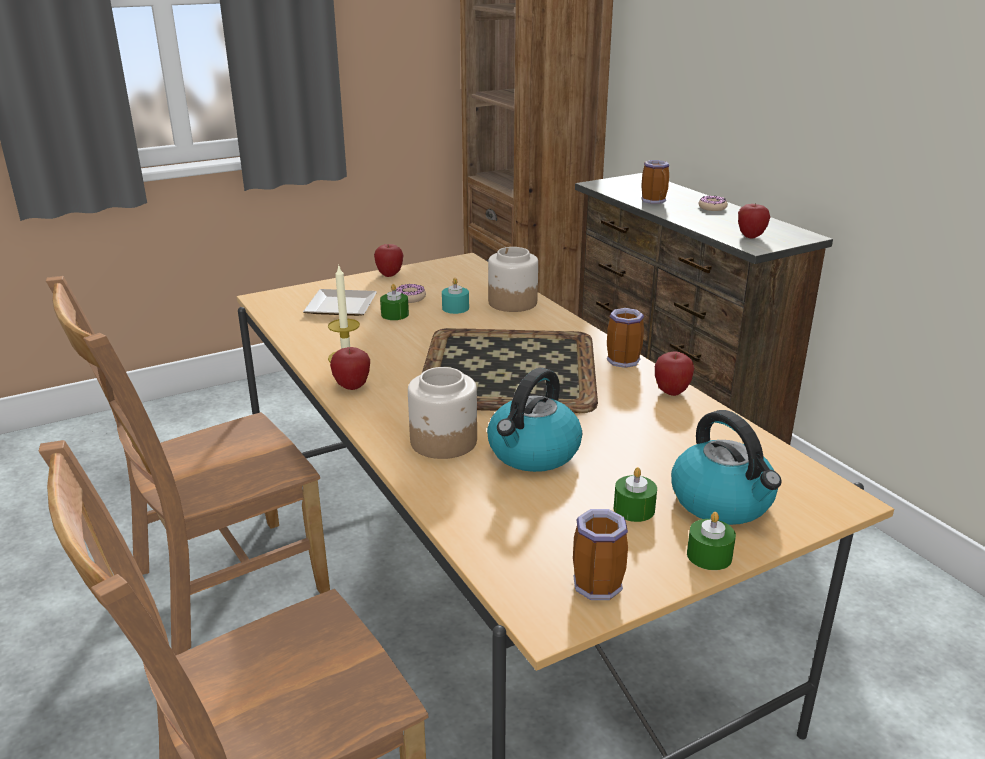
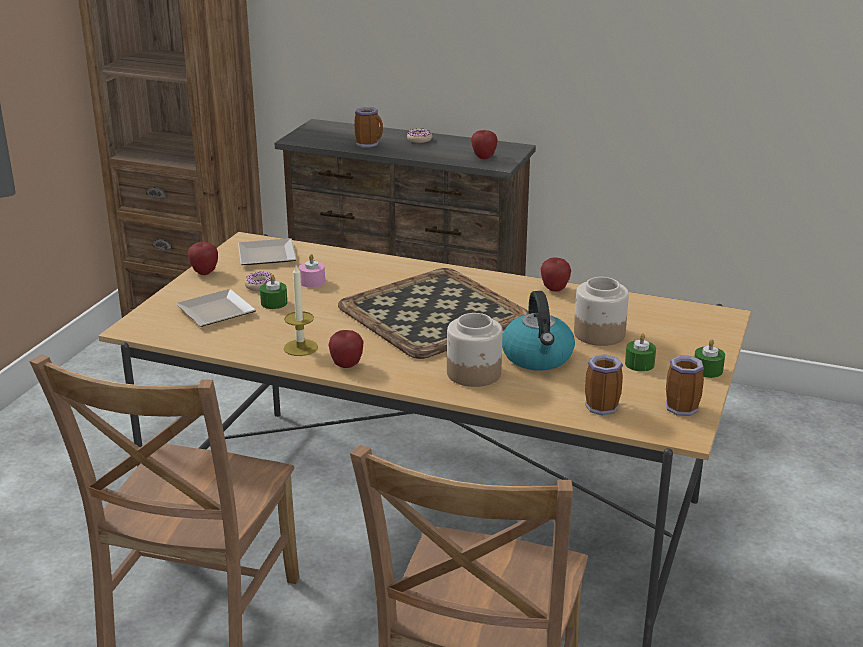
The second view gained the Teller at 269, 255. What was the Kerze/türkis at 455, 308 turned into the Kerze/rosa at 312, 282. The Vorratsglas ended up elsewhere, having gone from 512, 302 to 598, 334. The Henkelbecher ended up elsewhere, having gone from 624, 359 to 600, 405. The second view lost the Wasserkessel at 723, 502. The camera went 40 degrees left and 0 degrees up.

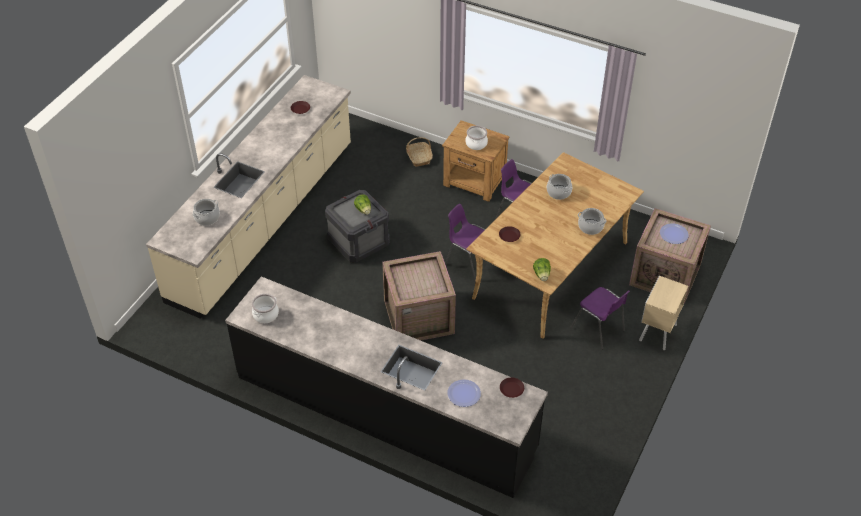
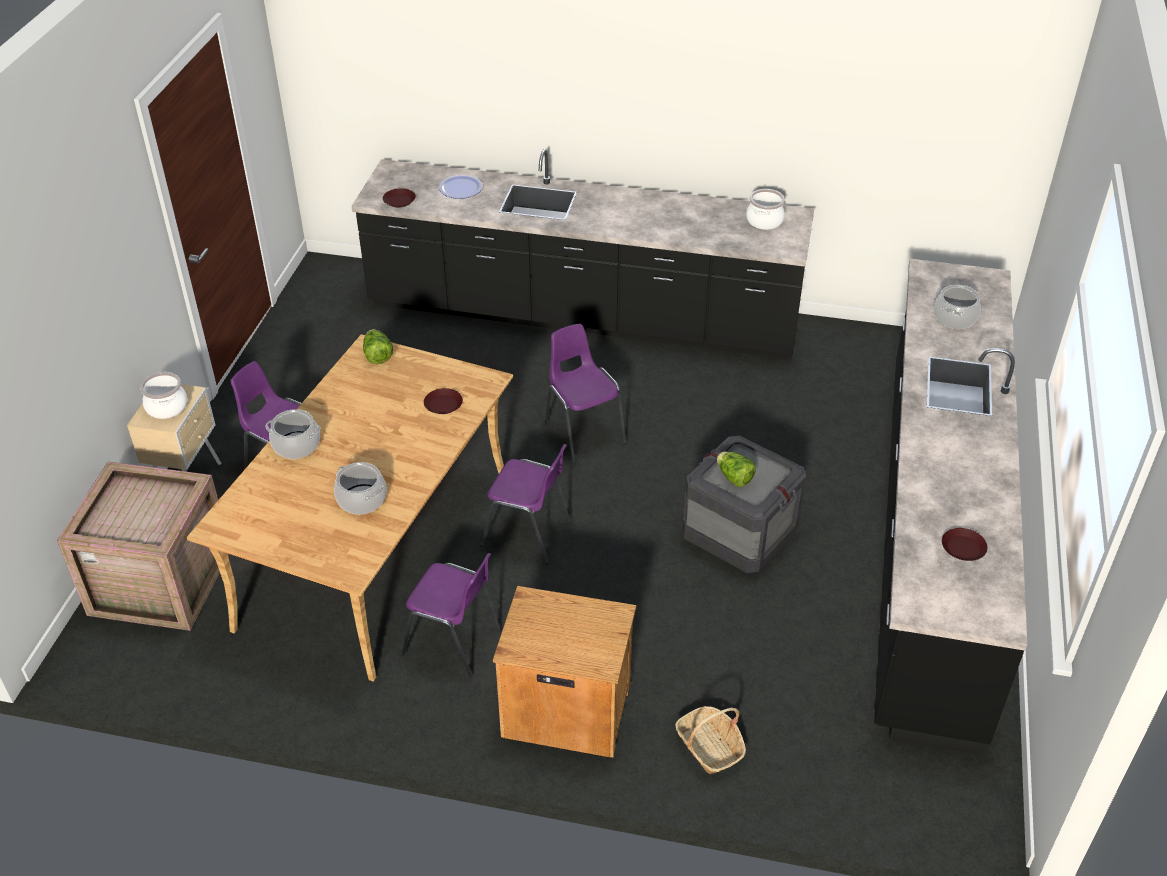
The Kochtopf ended up elsewhere, having gone from 476, 144 to 167, 407. Where the Kiste stood at 418, 318, the Stuhl/lila came to stand at 583, 432. What was the Küchenzeile/beige at 264, 221 turned into the Küchenzeile/schwarz at 929, 535. The second view lost the Teller at 674, 234. The camera went 165 degrees right and 5 degrees down.

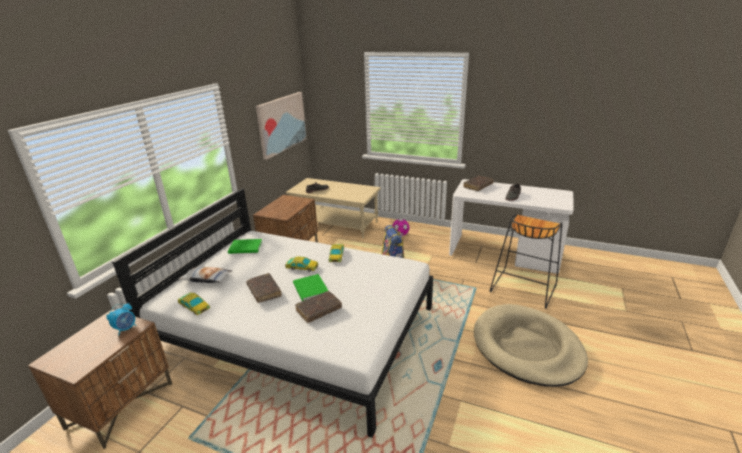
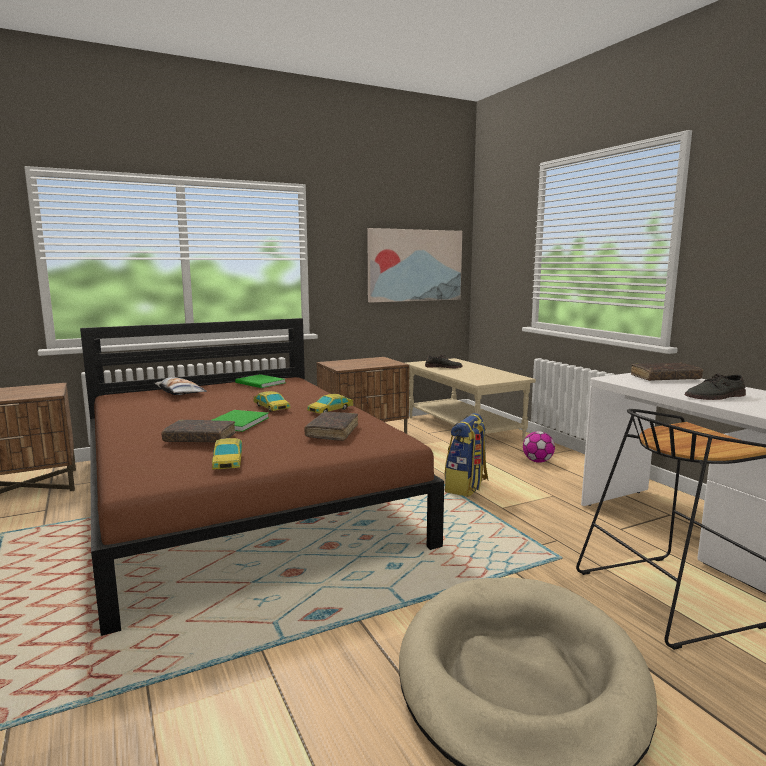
What was the Bett/weiß at 298, 330 turned into the Bett/braun at 241, 500. The Spielzeugauto ended up elsewhere, having gone from 194, 306 to 228, 461. The Buch/braun ended up elsewhere, having gone from 264, 291 to 332, 432. The second view lost the Wecker at 126, 329. The camera went 40 degrees right and 15 degrees down.

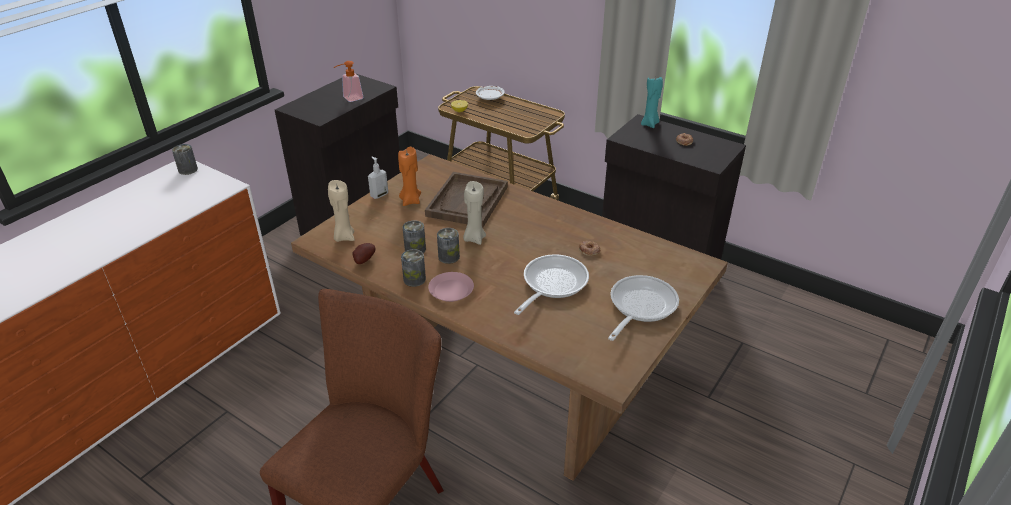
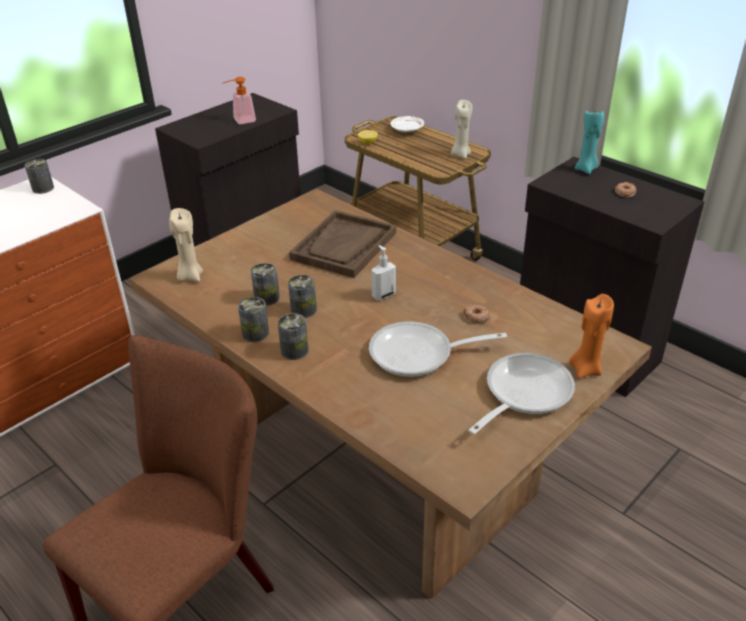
Where the Teller/rosa stood at 451, 290, the Dose came to stand at 294, 351. The Pfanne at 551, 284 ended up facing another way, 135 degrees counterclockwise from before. The Seifenspender ended up elsewhere, having gone from 379, 195 to 383, 295. The Kerze/beige ended up elsewhere, having gone from 474, 238 to 460, 155. The Kerze/orange ended up elsewhere, having gone from 410, 201 to 585, 369. The second view lost the Kartoffel at 363, 260. The camera went 10 degrees right and 0 degrees up.

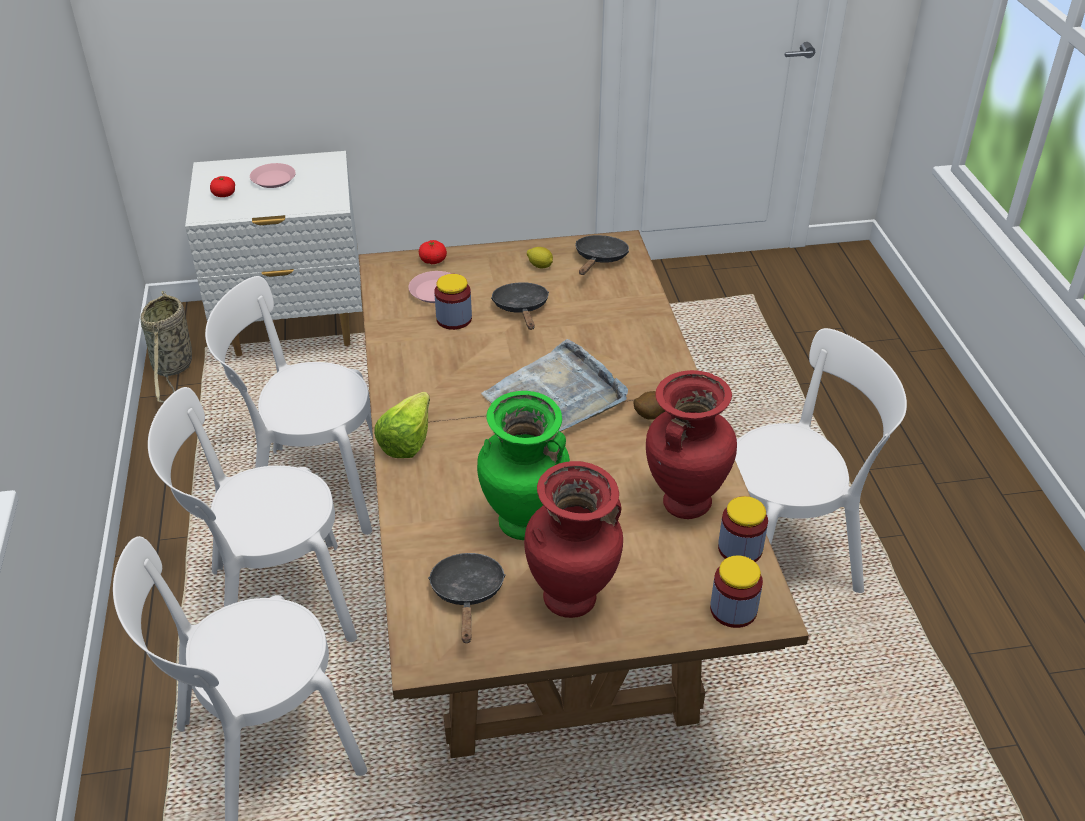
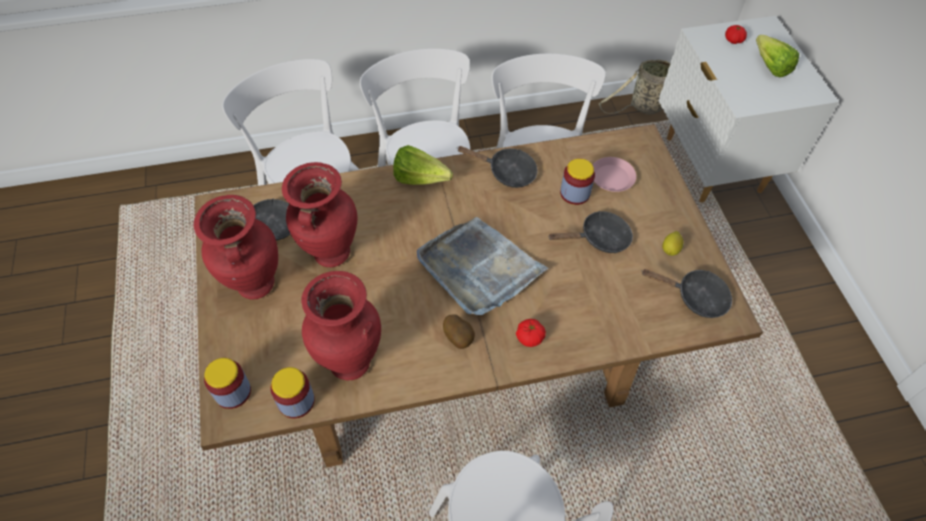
What was the Vase/grün at 523, 525 turned into the Vase/rot at 330, 253. The second view gained the Pfanne/schwarz at 507, 172. The Tomate ended up elsewhere, having gone from 433, 260 to 529, 337. Where the Teller/rosa stood at 273, 179, the Salatkopf came to stand at 768, 64. The camera went 85 degrees right and 15 degrees up.

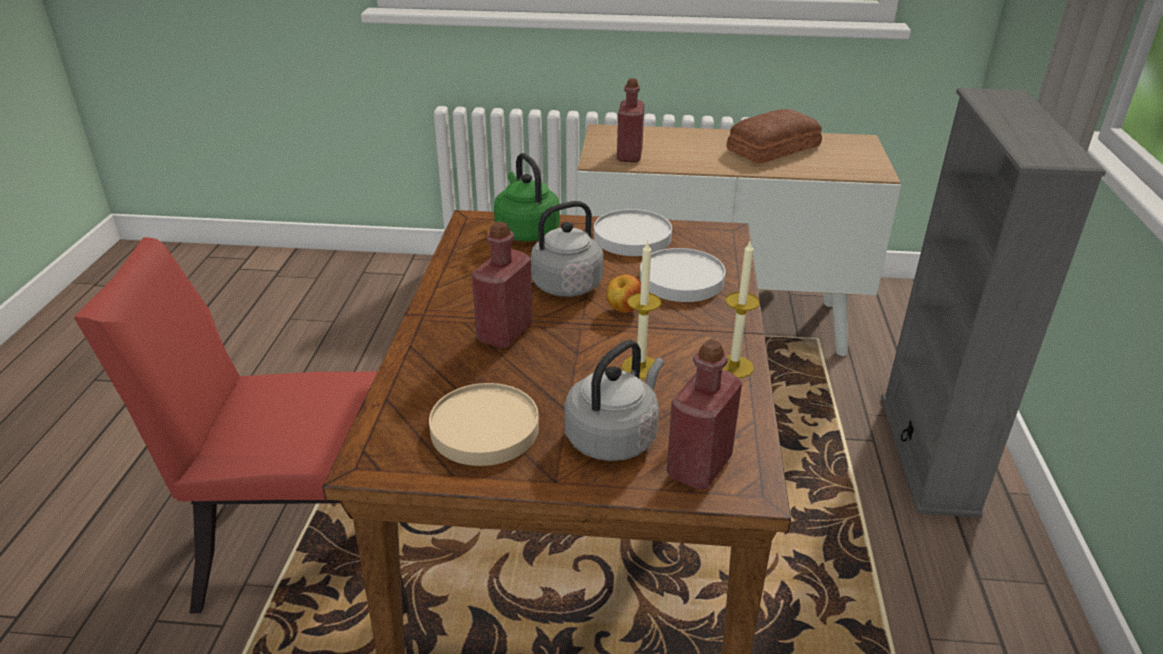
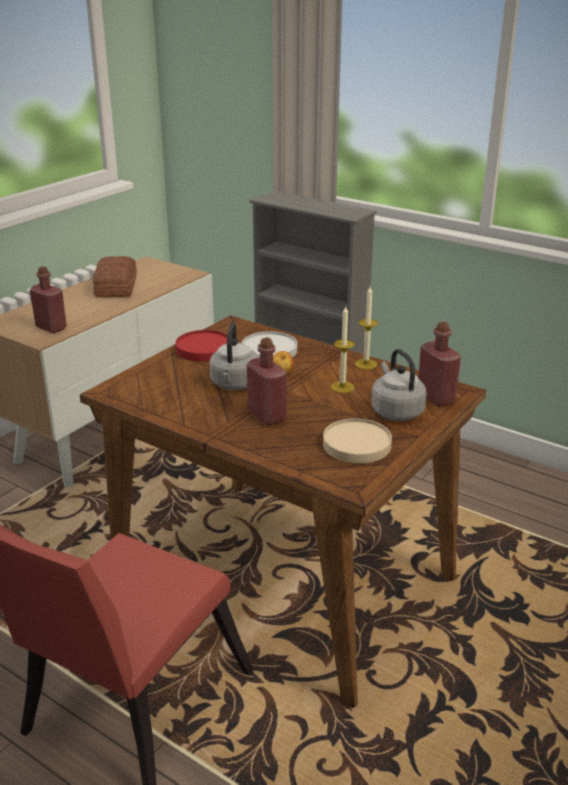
What was the Teller/weiß at 633, 237 turned into the Teller/rot at 204, 349. The second view lost the Wasserkessel/grün at 526, 231. The camera went 60 degrees left and 5 degrees down.

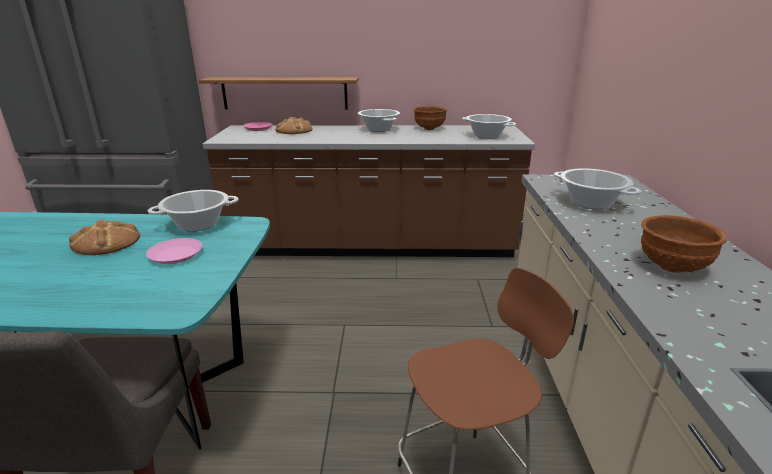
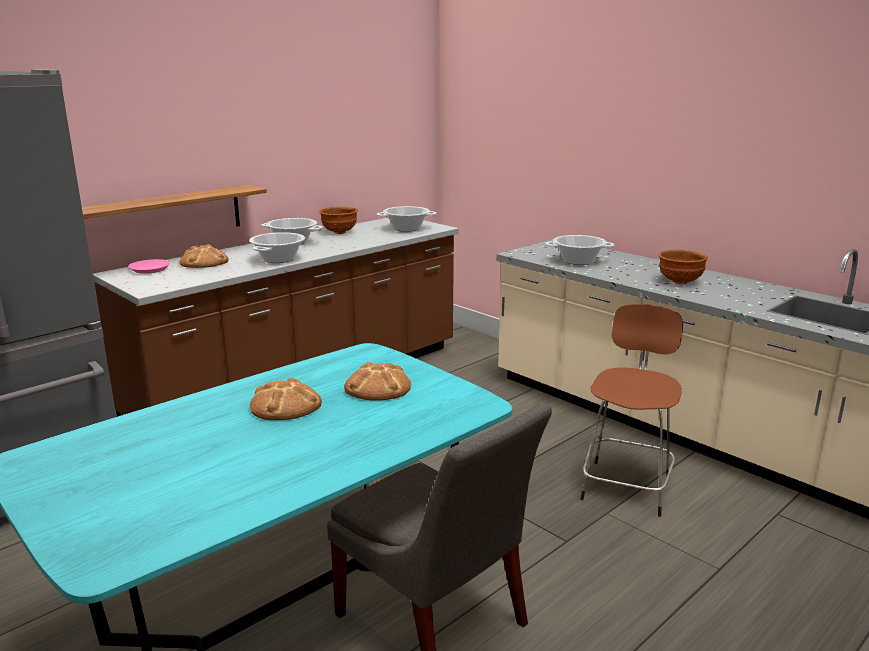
The Kochtopf ended up elsewhere, having gone from 198, 224 to 278, 259. Where the Teller/rosa stood at 175, 255, the Brot came to stand at 377, 387. The camera went 45 degrees left and 5 degrees down.

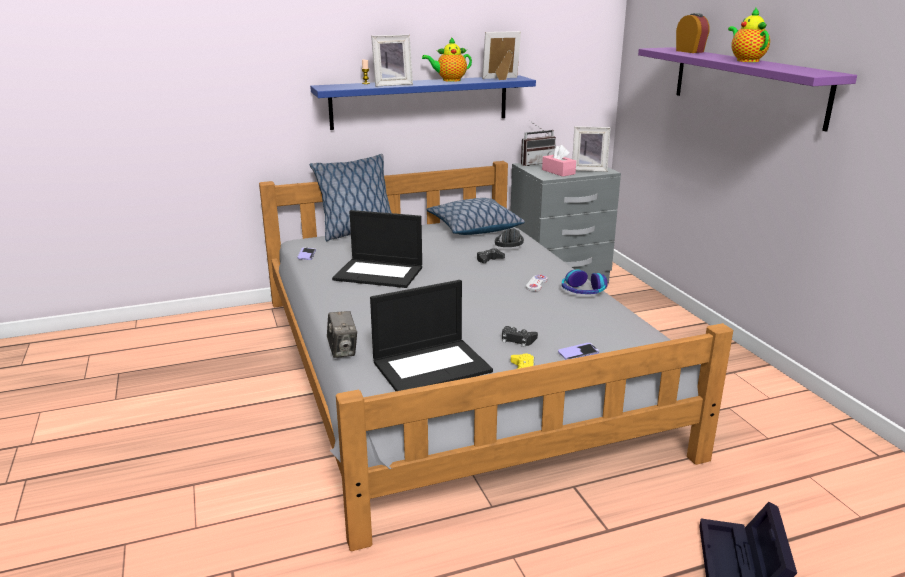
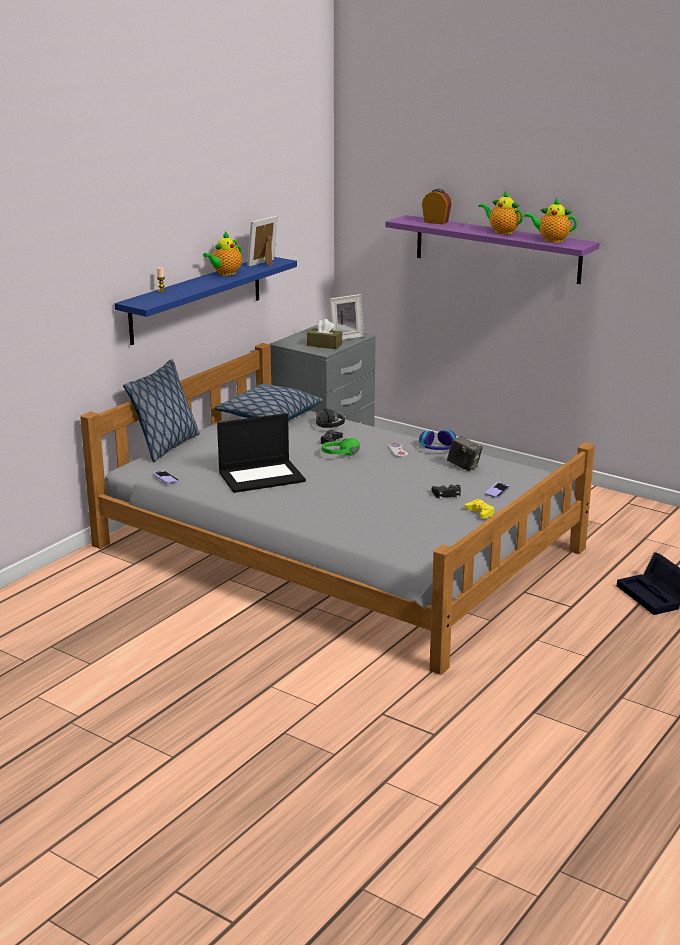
What was the Taschentuchbox/rosa at 558, 172 turned into the Taschentuchbox/braun at 324, 345. The second view gained the Kopfhörer/grün at 342, 457. The Kamera ended up elsewhere, having gone from 342, 351 to 464, 467. The second view gained the Teekanne at 551, 240. The second view lost the Laptop at 432, 366. The second view lost the Bilderrahmen at 392, 84. The second view lost the Radio at 535, 163. The camera went 35 degrees left and 0 degrees up.

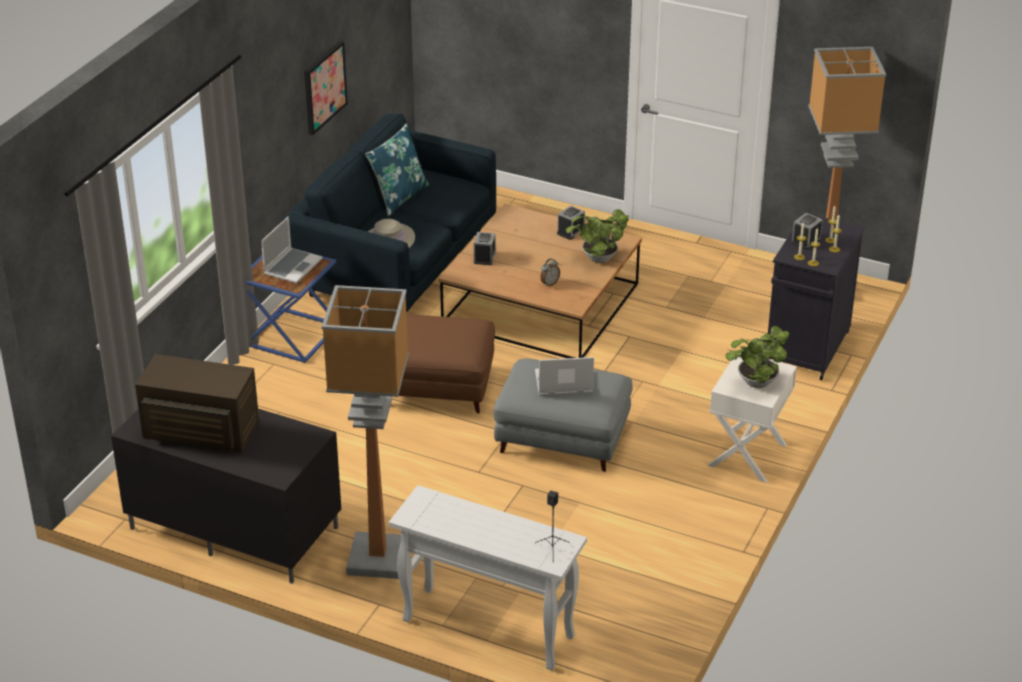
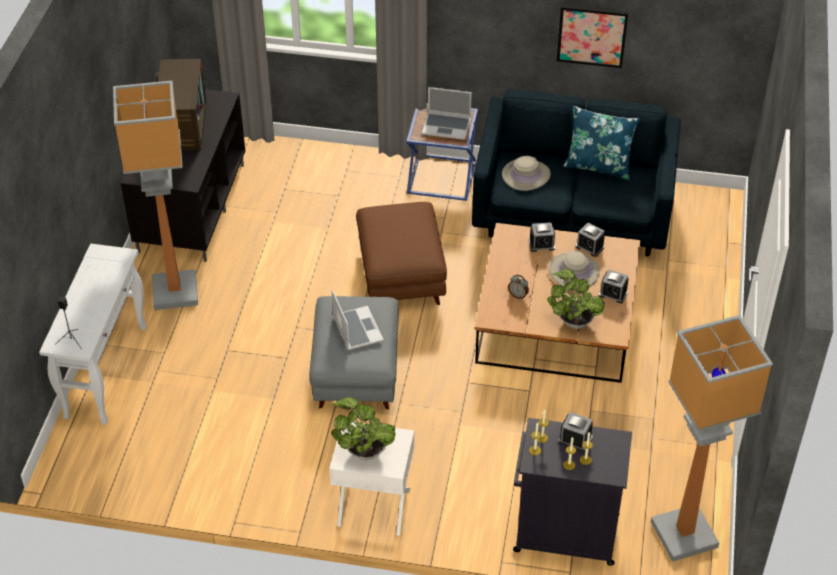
The second view gained the Hut/beige at 573, 271. The second view gained the Wecker at 589, 247. The camera went 75 degrees right and 10 degrees up.

